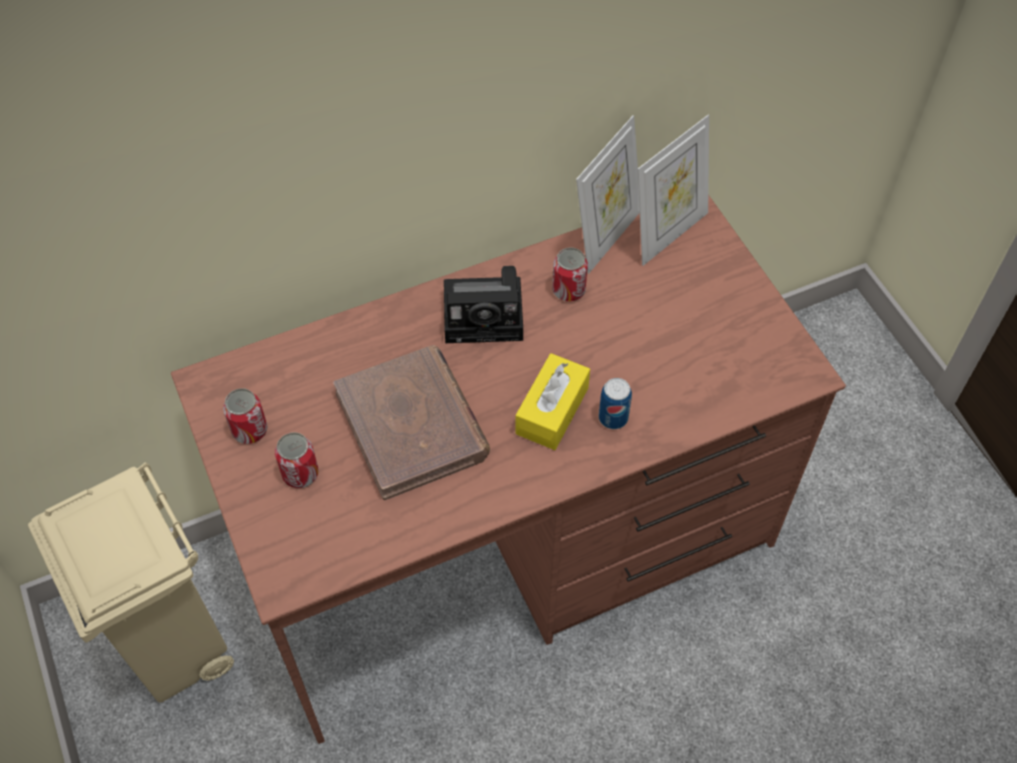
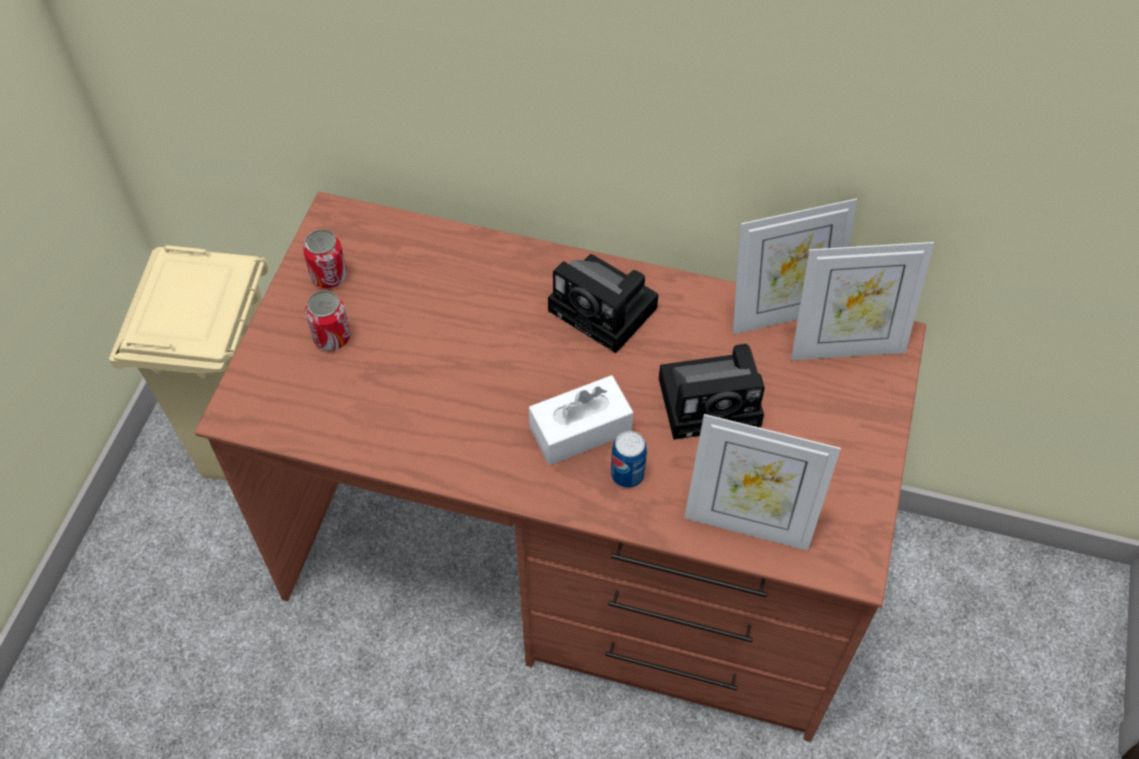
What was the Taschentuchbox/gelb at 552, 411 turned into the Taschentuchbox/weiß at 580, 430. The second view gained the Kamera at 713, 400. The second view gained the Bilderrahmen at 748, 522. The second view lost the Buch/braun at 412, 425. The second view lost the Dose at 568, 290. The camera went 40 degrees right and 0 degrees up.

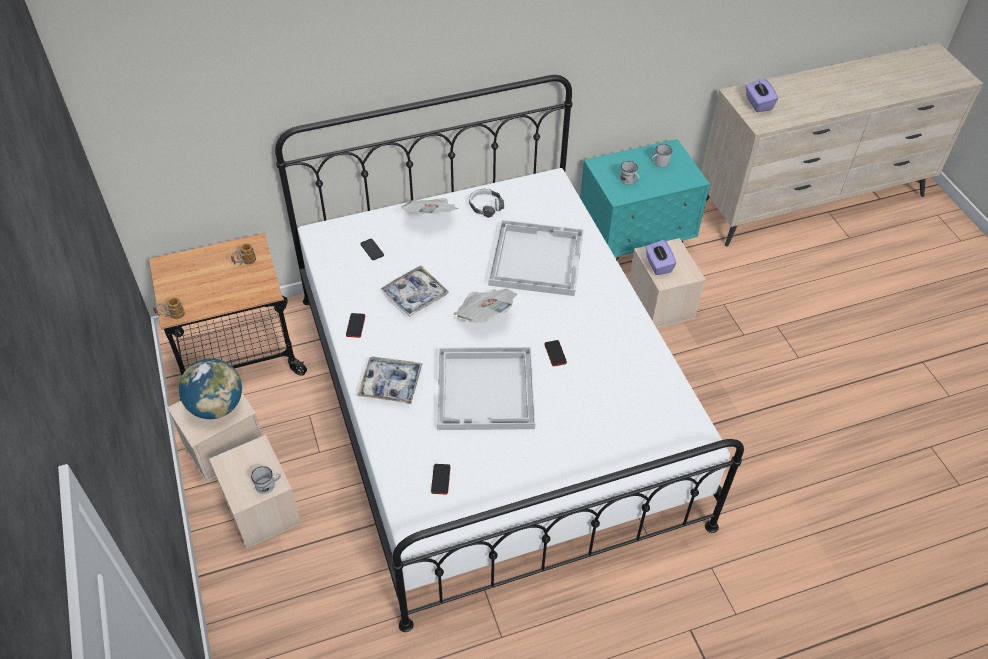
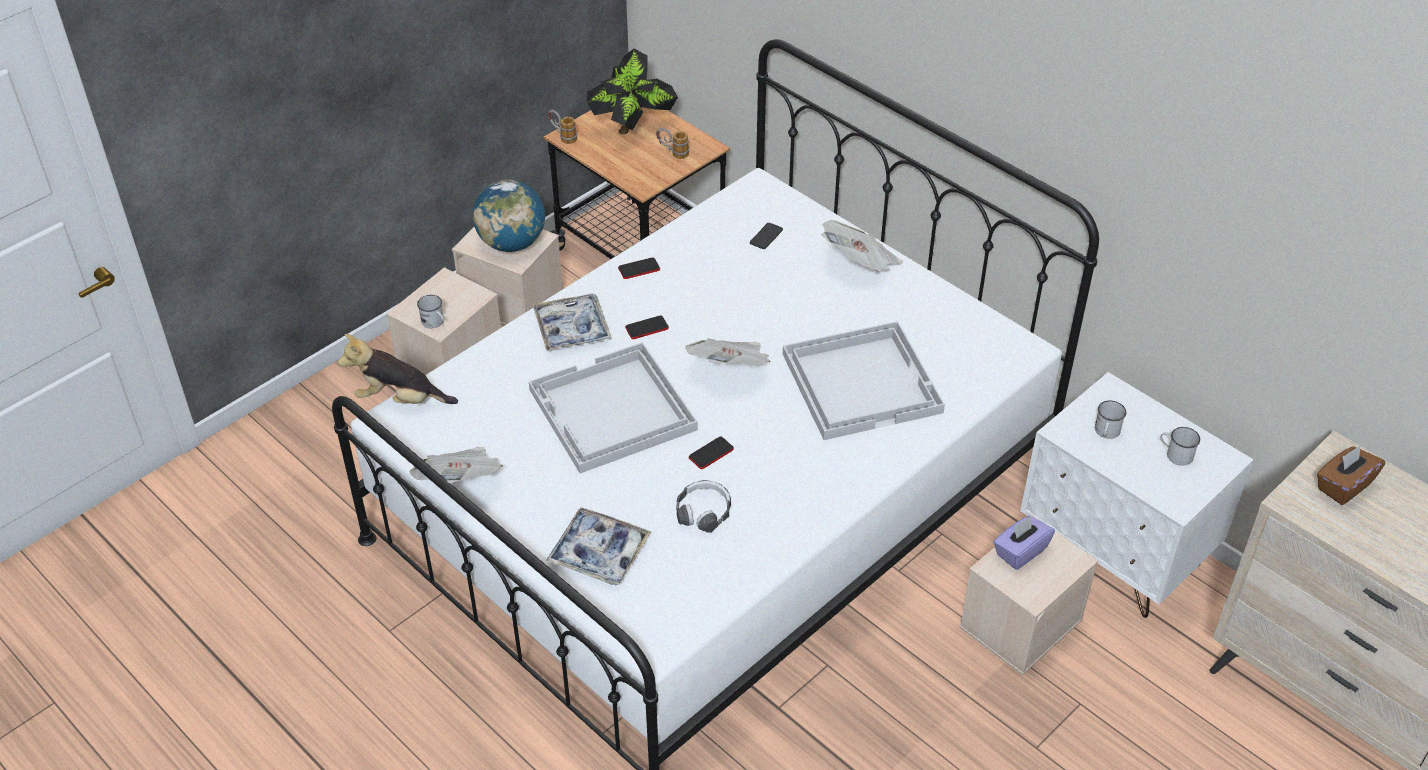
The second view gained the Plüschtier at 400, 399. The second view gained the Zeitung at 461, 481. The Tablett ended up elsewhere, having gone from 415, 295 to 599, 553. The second view gained the Topfpflanze at 632, 128. The Handy ended up elsewhere, having gone from 440, 479 to 647, 328. The Kopfhörer ended up elsewhere, having gone from 486, 206 to 703, 511. What was the Nachttisch/türkis at 634, 244 turned into the Nachttisch/weiß at 1115, 554. What was the Taschentuchbox/lila at 758, 104 turned into the Taschentuchbox/braun at 1343, 486. The camera went 65 degrees right and 5 degrees down.

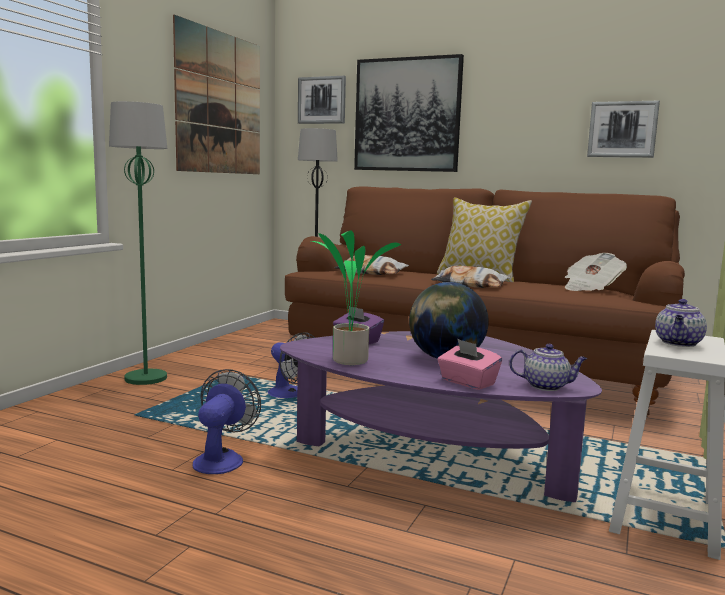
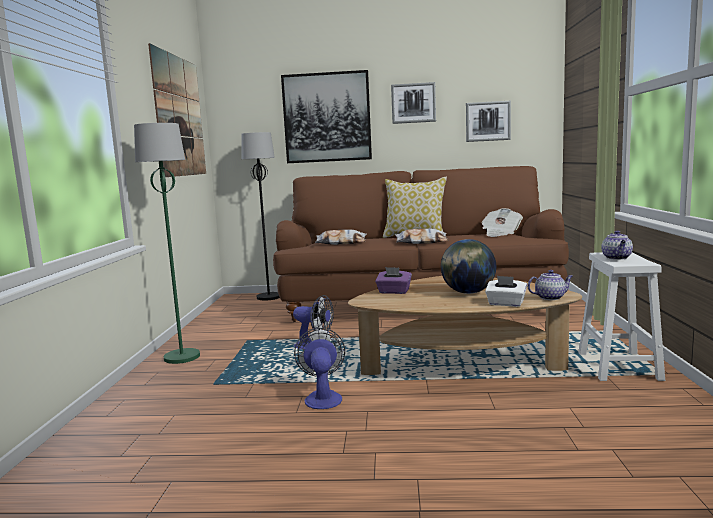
What was the Couchtisch/lila at 431, 461 turned into the Couchtisch/braun at 461, 367. The Bild ended up elsewhere, having gone from 322, 100 to 413, 103. What was the Taschentuchbox/rosa at 467, 382 turned into the Taschentuchbox/weiß at 505, 304. The second view lost the Topfpflanze at 347, 361. The camera went 20 degrees left and 0 degrees up.

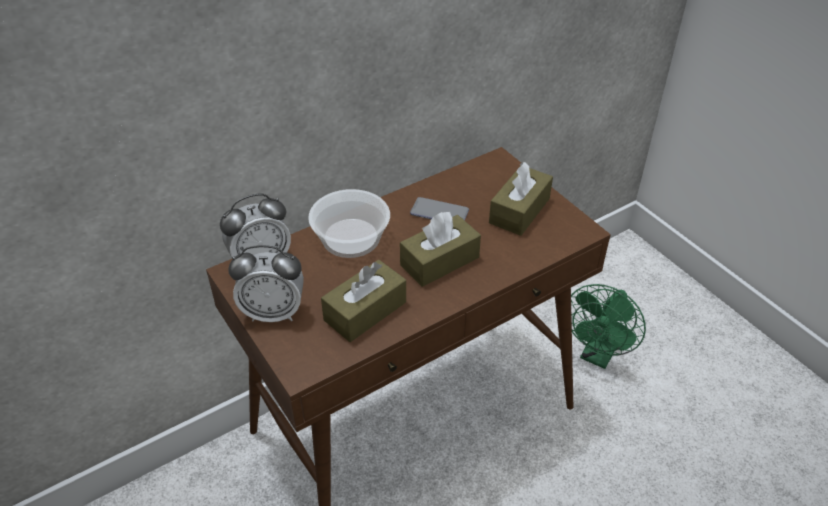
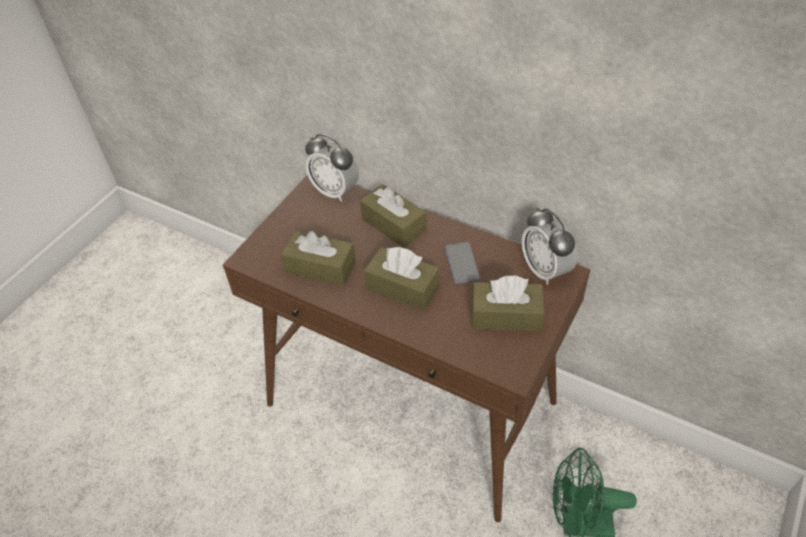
Where the Schüssel stood at 351, 237, the Taschentuchbox/braun came to stand at 394, 225. The Wecker ended up elsewhere, having gone from 273, 312 to 545, 270. The camera went 65 degrees right and 5 degrees up.

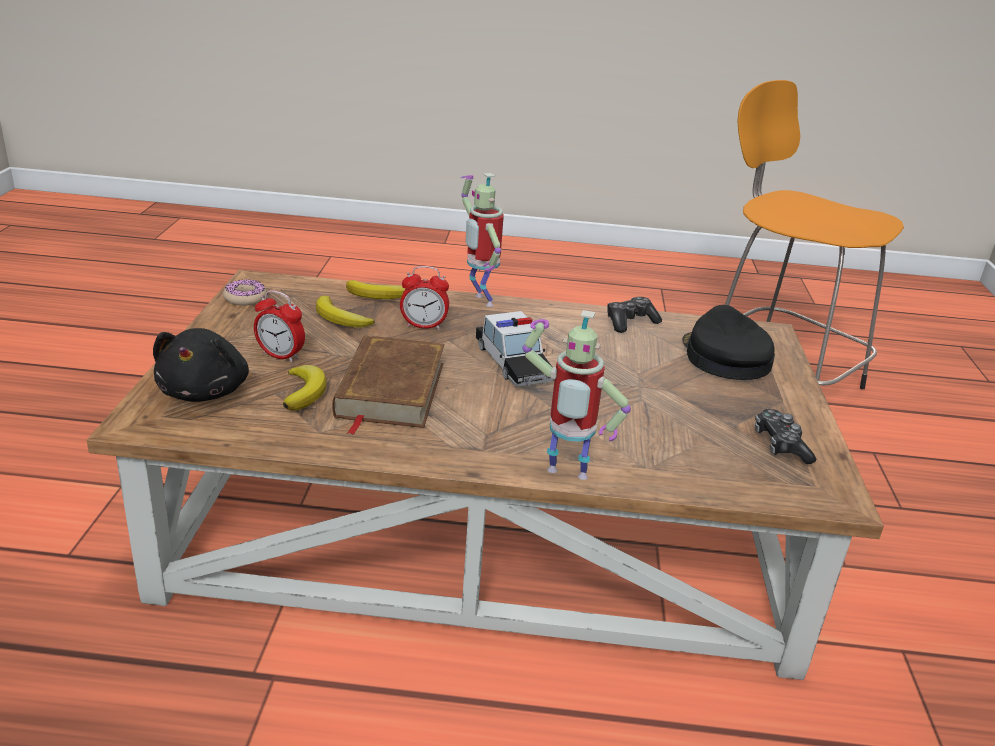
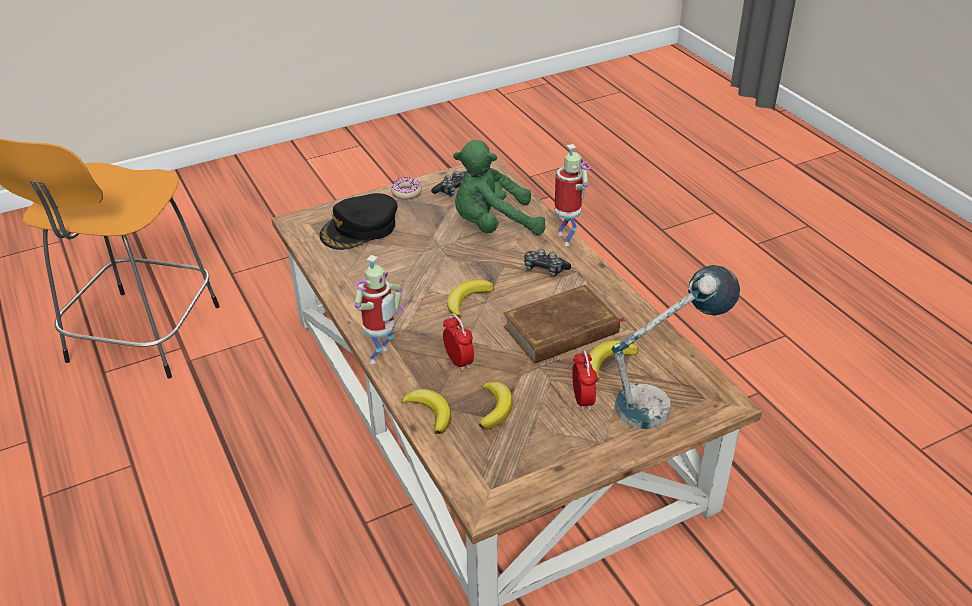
The Donut ended up elsewhere, having gone from 245, 298 to 406, 192. Where the Spielzeugauto stood at 513, 363, the Banane came to stand at 467, 300. The second view gained the Plüschtier/grün at 493, 226. The Gamepad ended up elsewhere, having gone from 630, 322 to 544, 269. Where the Plüschtier/schwarz stood at 205, 391, the Tischlampe came to stand at 662, 401. The camera went 120 degrees left and 10 degrees up.

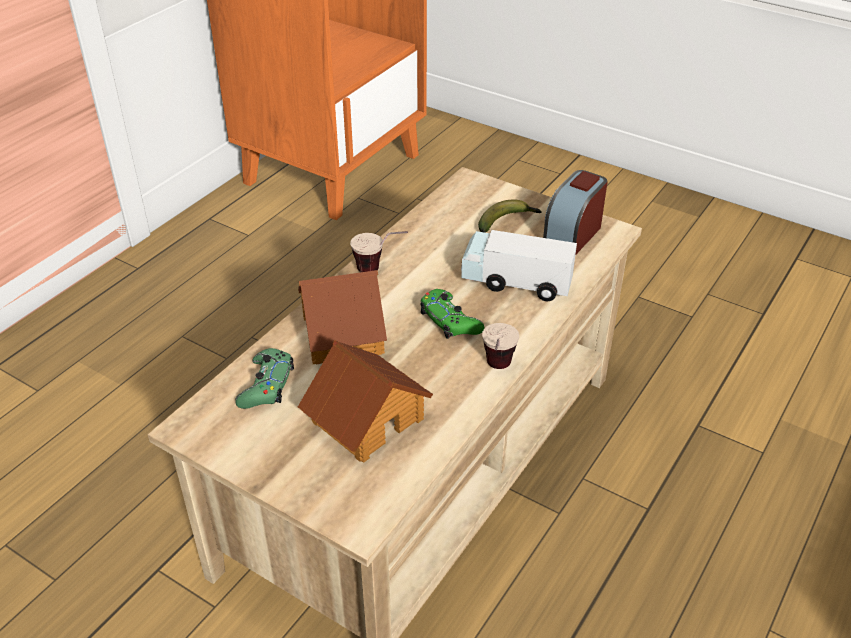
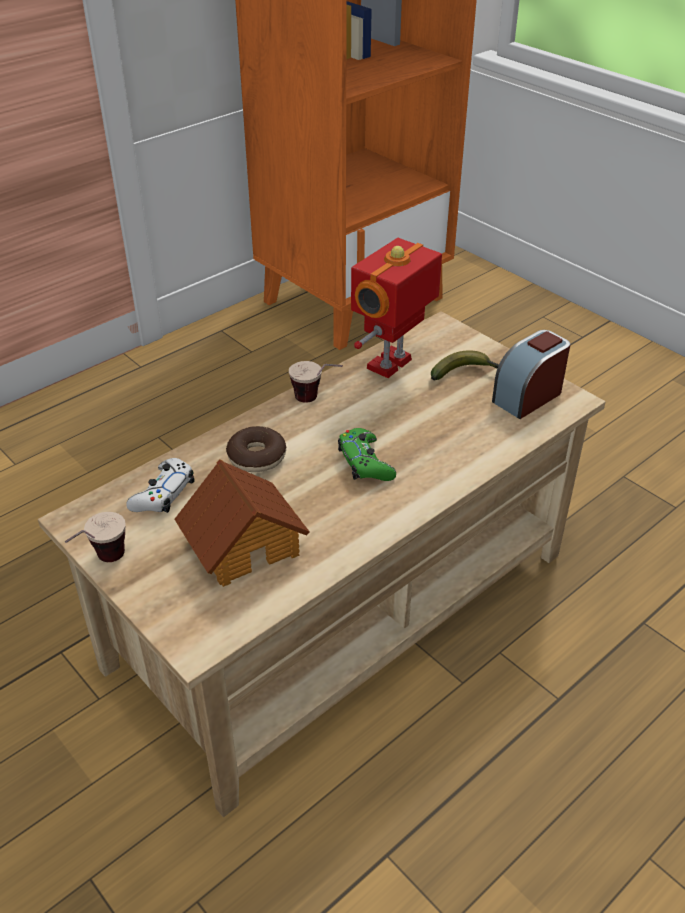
The Tasse ended up elsewhere, having gone from 497, 371 to 101, 564. What was the Gamepad/grün at 266, 386 turned into the Gamepad/weiß at 163, 494. Where the Spielzeughaus stood at 344, 333, the Donut came to stand at 257, 457. The second view gained the Spielzeugroboter at 392, 365. The second view lost the Spielzeuglaster at 516, 282. The camera went 15 degrees right and 0 degrees up.

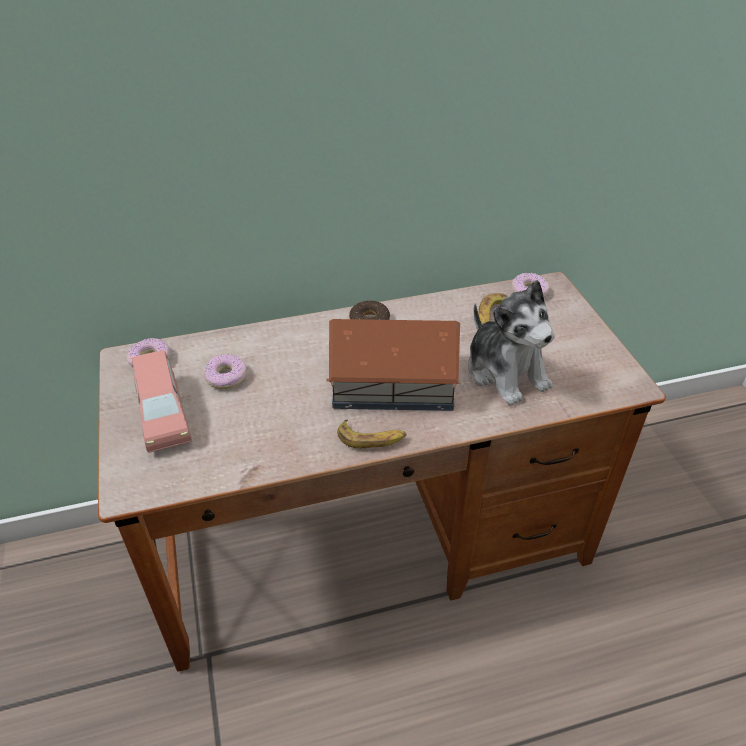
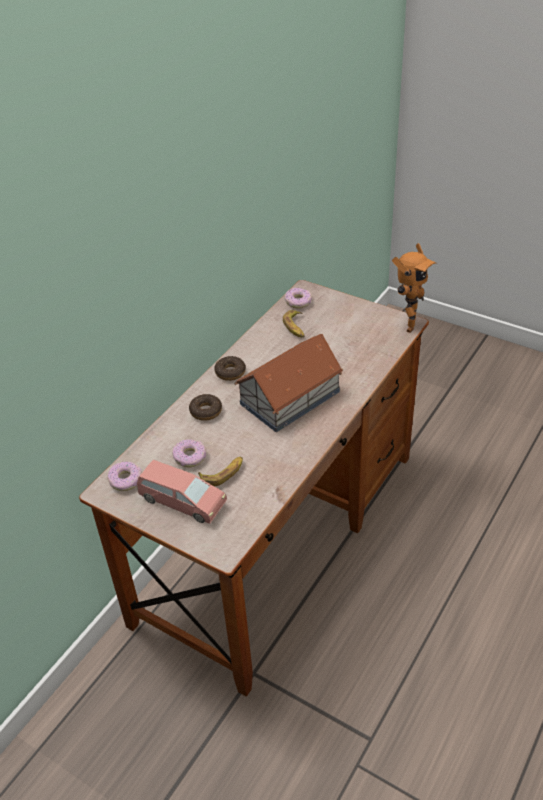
The second view gained the Donut at 206, 411. The Banane ended up elsewhere, having gone from 371, 438 to 223, 473. The second view gained the Spielzeugroboter at 407, 324. The second view lost the Plüschtier at 506, 372. The camera went 40 degrees left and 0 degrees up.

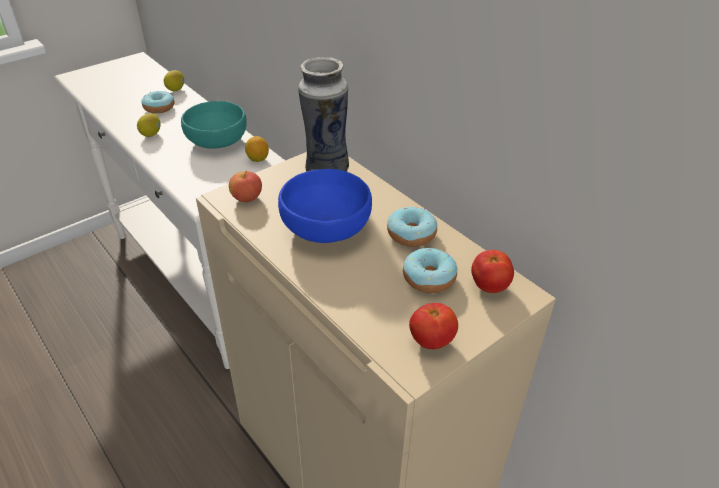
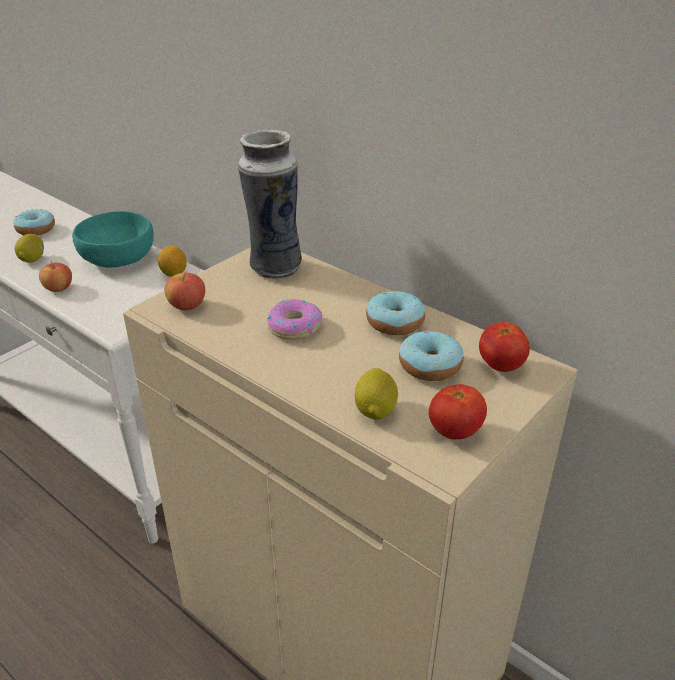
The second view gained the Apfel at 58, 288. Where the Schüssel/blau stood at 327, 227, the Donut came to stand at 294, 326. The Zitrone ended up elsewhere, having gone from 176, 89 to 376, 410. The camera went 10 degrees left and 5 degrees down.

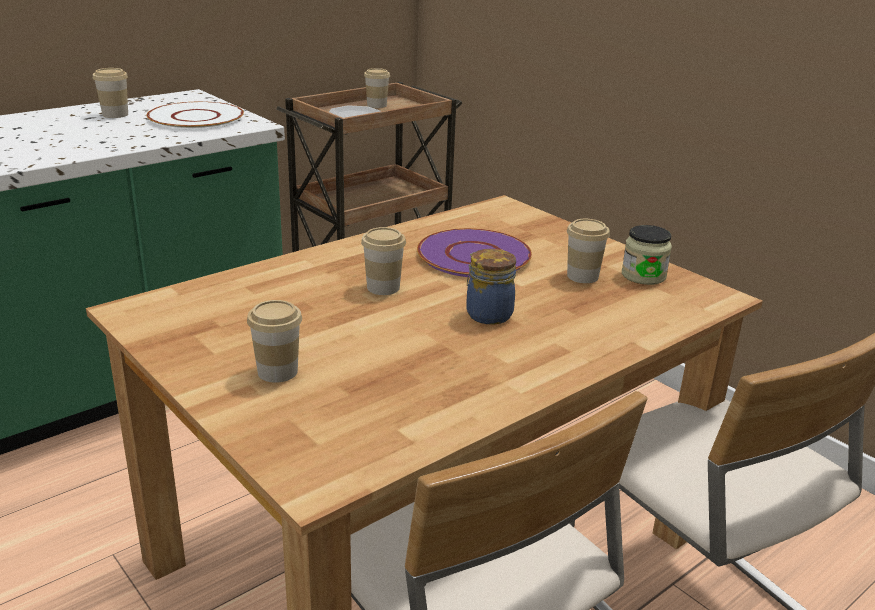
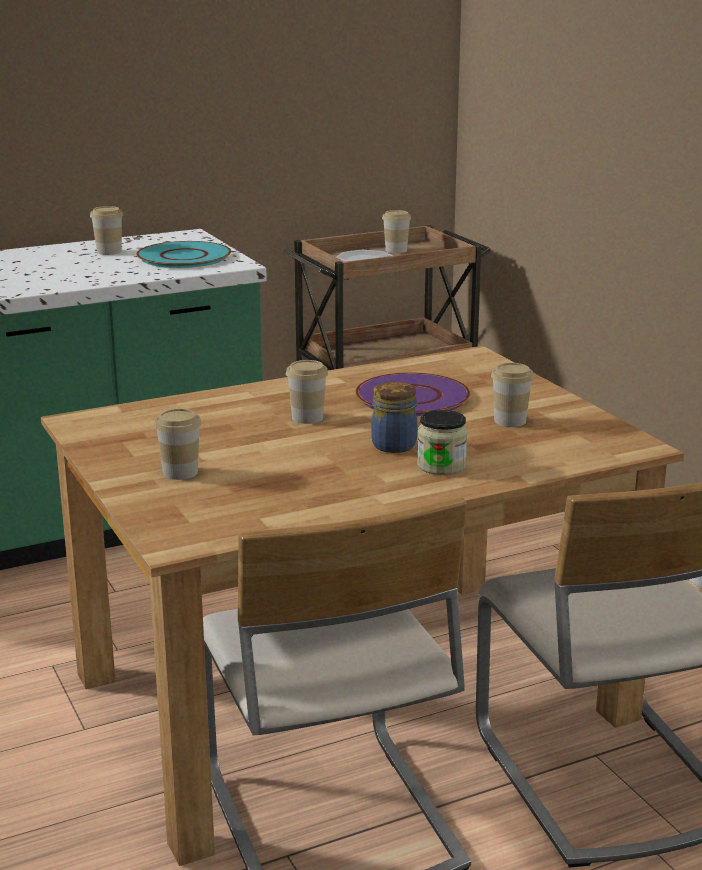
What was the Teller/weiß at 196, 117 turned into the Teller/türkis at 184, 256. The Vorratsglas ended up elsewhere, having gone from 643, 275 to 441, 466. The camera went 15 degrees right and 5 degrees down.

